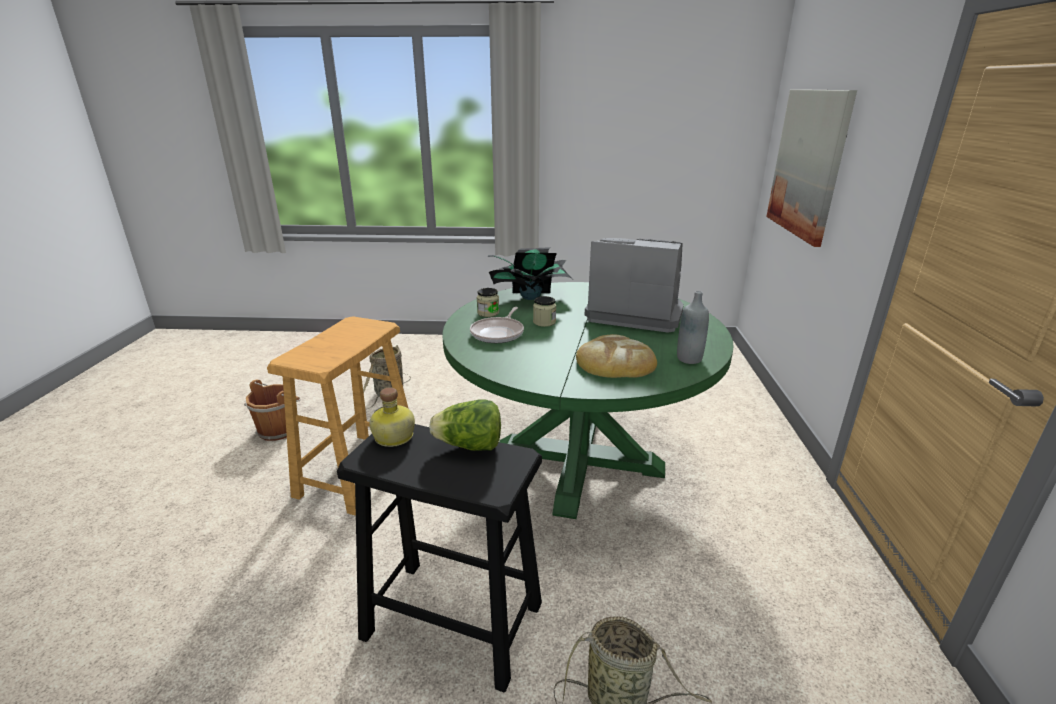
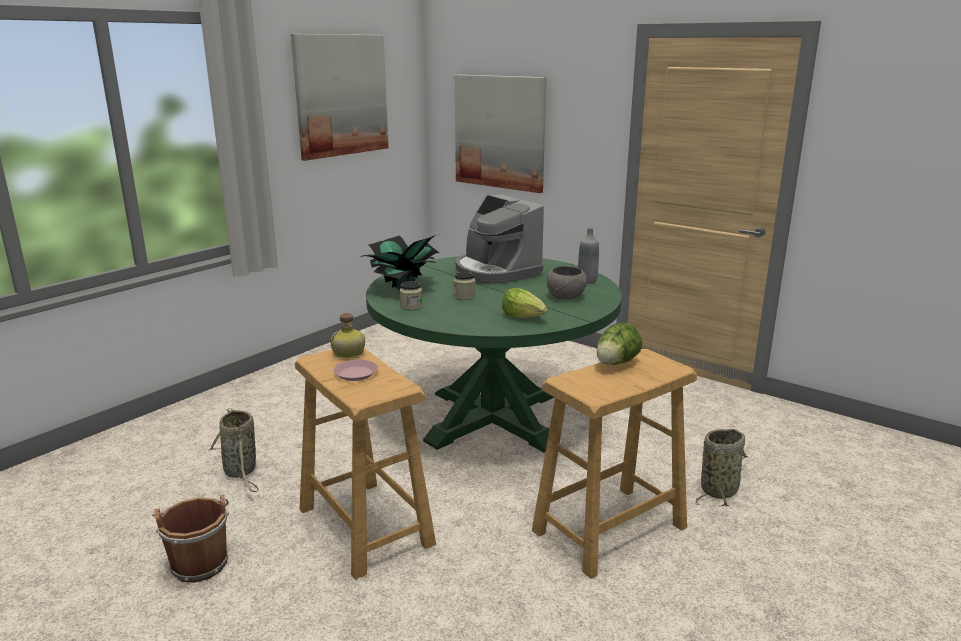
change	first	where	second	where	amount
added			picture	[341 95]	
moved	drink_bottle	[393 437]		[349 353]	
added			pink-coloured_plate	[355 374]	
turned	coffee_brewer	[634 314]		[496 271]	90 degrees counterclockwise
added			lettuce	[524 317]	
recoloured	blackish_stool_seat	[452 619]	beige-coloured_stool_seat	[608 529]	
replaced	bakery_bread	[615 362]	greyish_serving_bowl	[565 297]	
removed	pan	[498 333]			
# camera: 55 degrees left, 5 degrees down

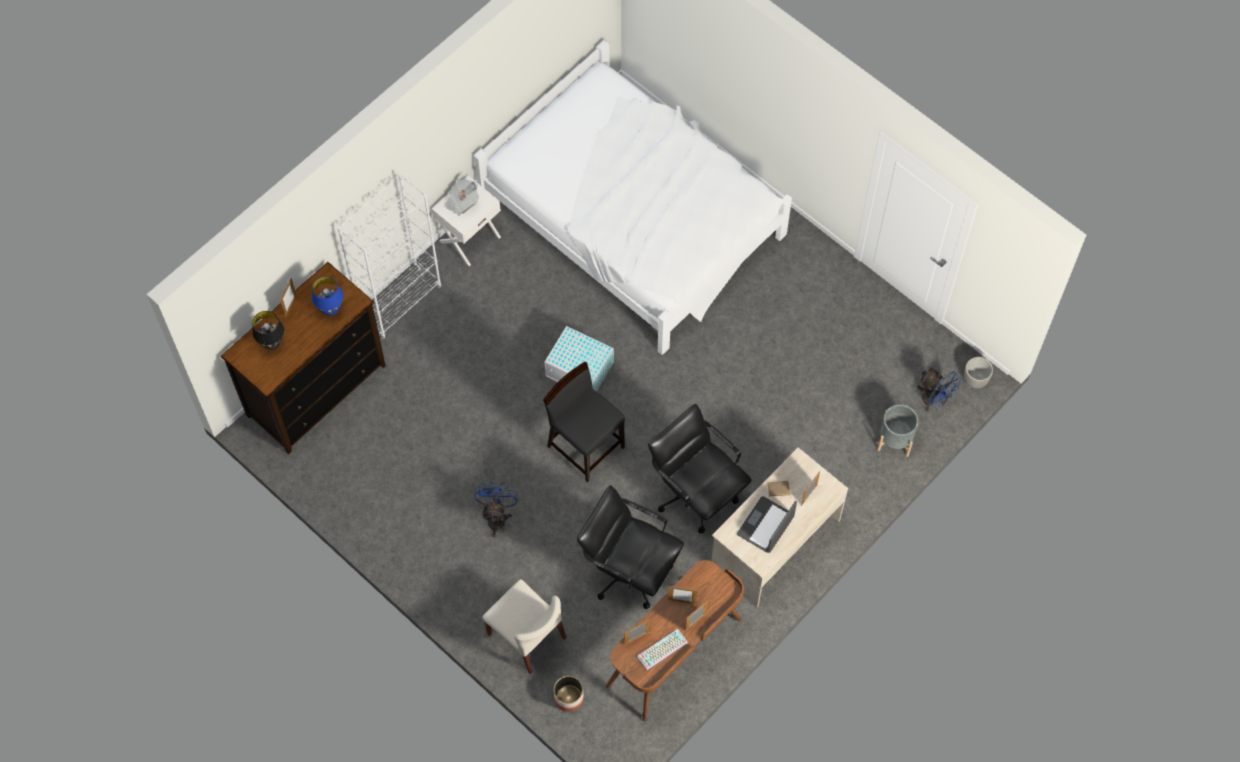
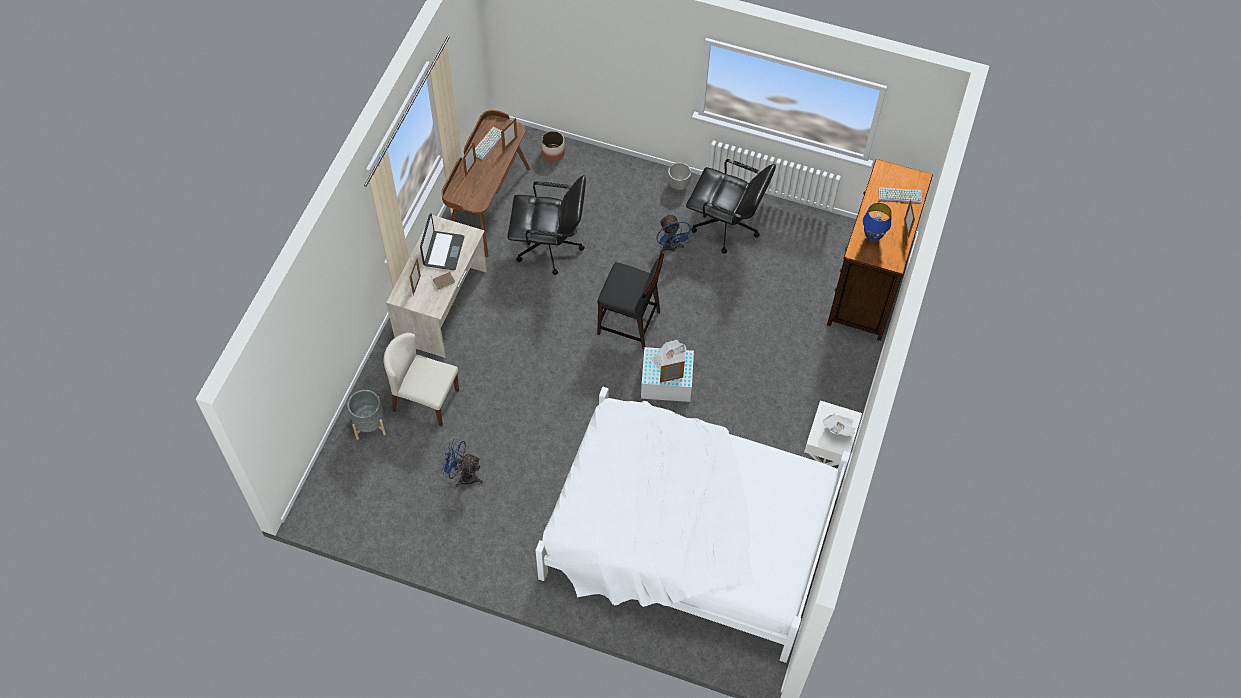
change	first	where	second	where	amount
moved	beige-coloured_plain_chair	[527 636]		[425 400]	
moved	blue_fan	[933 400]		[463 476]	
added			printed_paper	[668 360]	
moved	standing_frame	[682 601]		[671 380]	
moved	planter	[975 380]		[678 184]	
moved	blackish_computer_chair	[696 493]		[726 226]	
replaced	blackish_lamp_for_a_table	[272 344]	keyboard	[899 196]	
removed	white-coloured_shelving_unit	[400 302]			
# camera: 155 degrees right, 5 degrees down

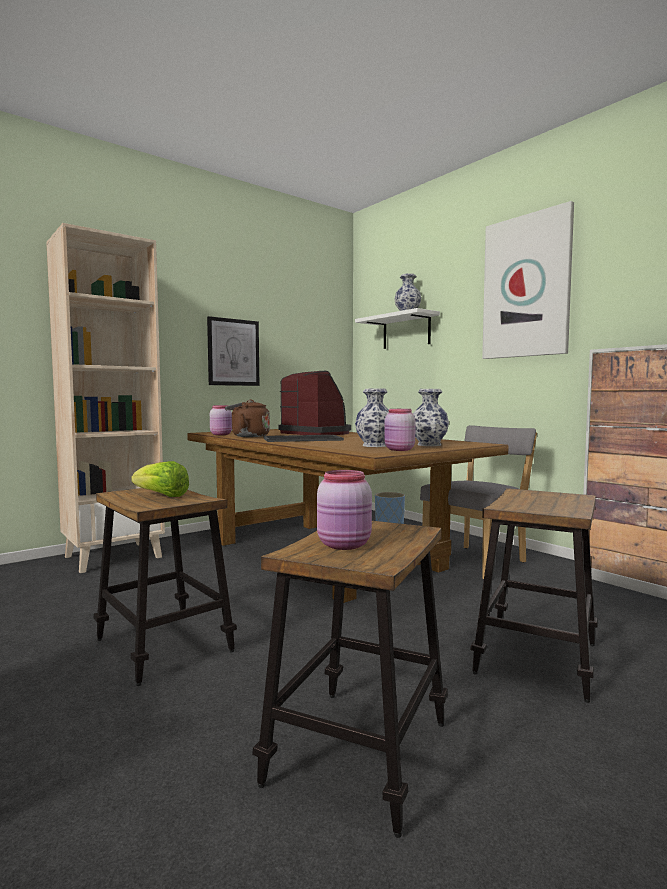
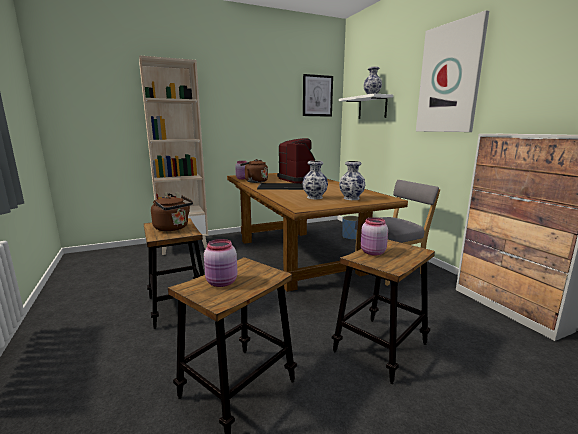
change	first	where	second	where	amount
replaced	lettuce	[162 496]	brown_kettle	[173 228]	
moved	picture	[233 352]		[317 96]	
moved	pink-coloured_preserve_jar	[399 450]		[372 252]	
# camera: 15 degrees right, 10 degrees up

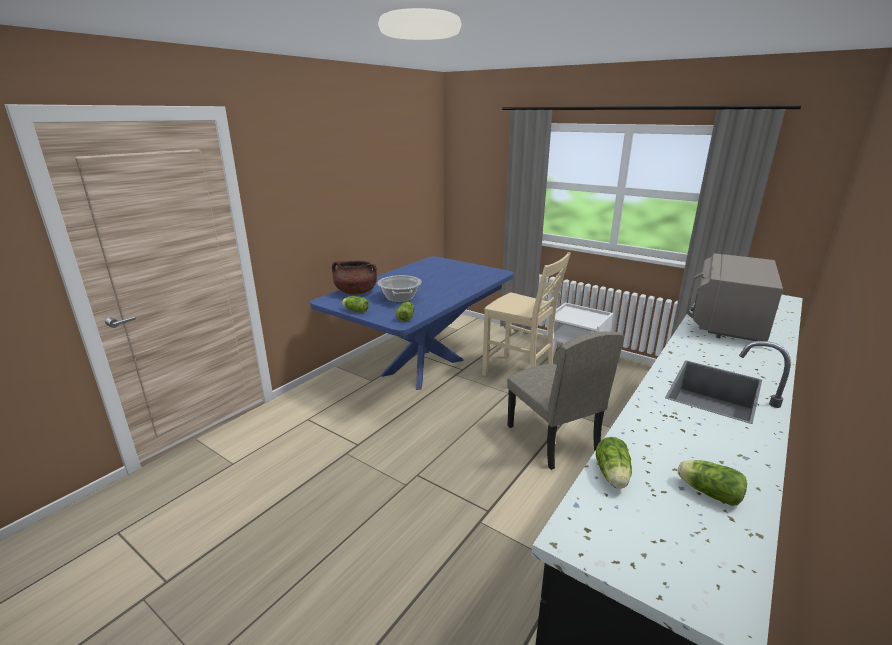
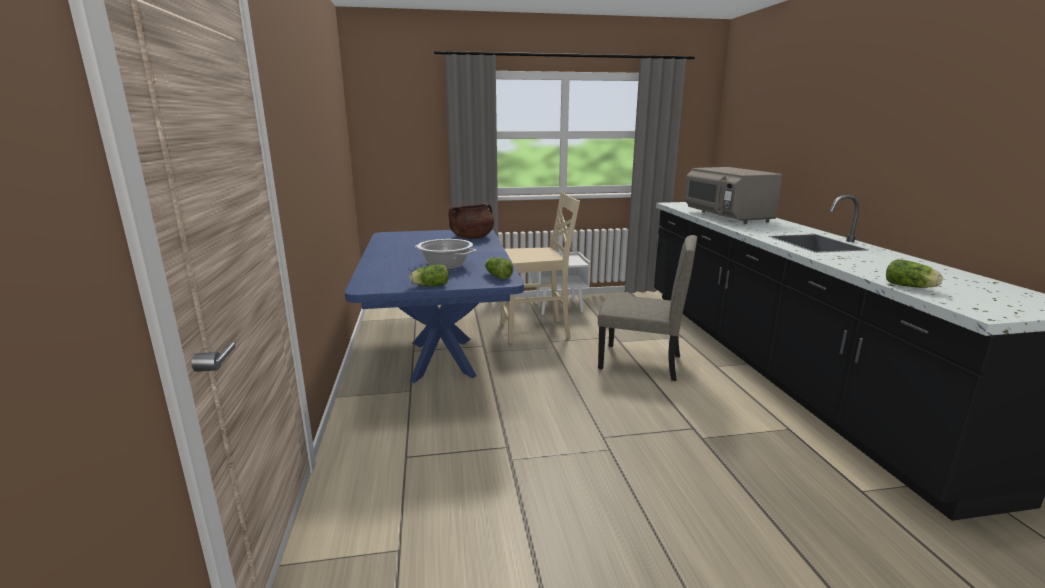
change	first	where	second	where	amount
moved	brown_stockpot	[356 292]		[472 237]	
removed	lettuce	[707 492]			
# camera: 45 degrees left, 5 degrees down

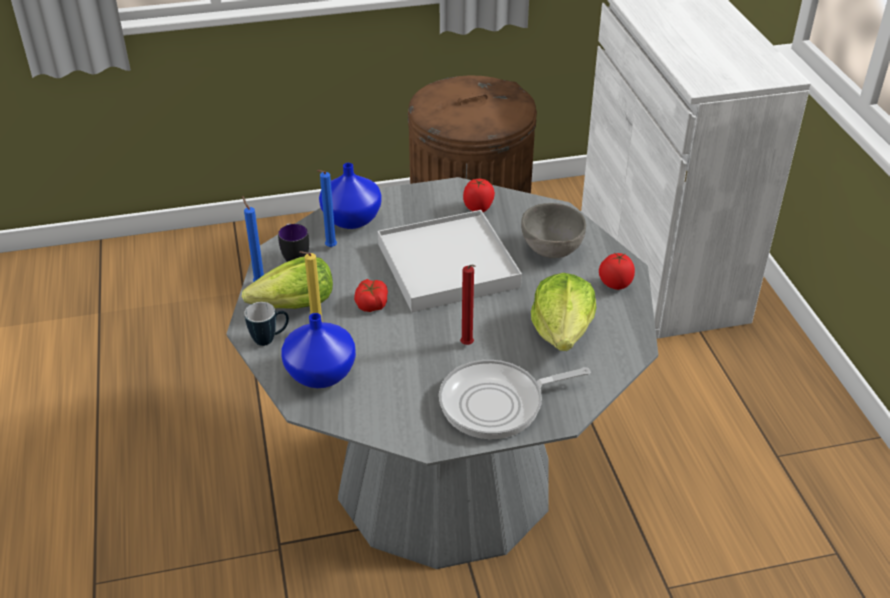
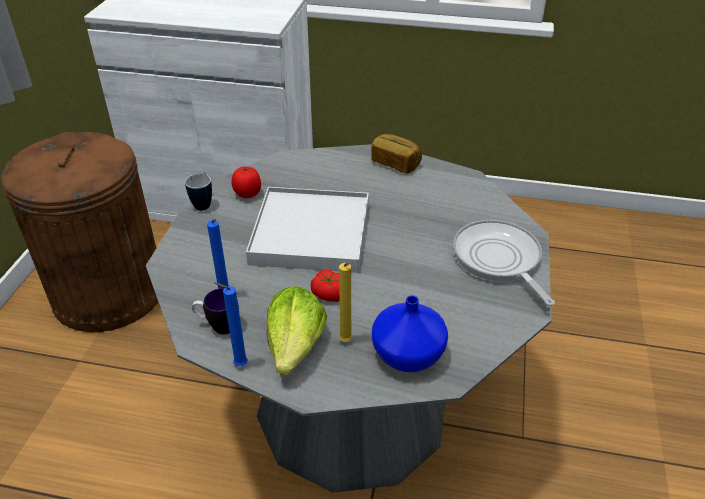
change	first	where	second	where	amount
moved	coffee_mug	[270 339]		[203 203]	
replaced	whole_tomato	[614 285]	bakery_bread	[396 163]	
turned	pan	[497 404]		[498 260]	150 degrees clockwise
removed	blue_vase	[350 219]			
removed	red_wax_candle	[468 346]			
removed	greyish_serving_bowl	[550 250]			
removed	lettuce	[562 331]			
# camera: 65 degrees left, 0 degrees up

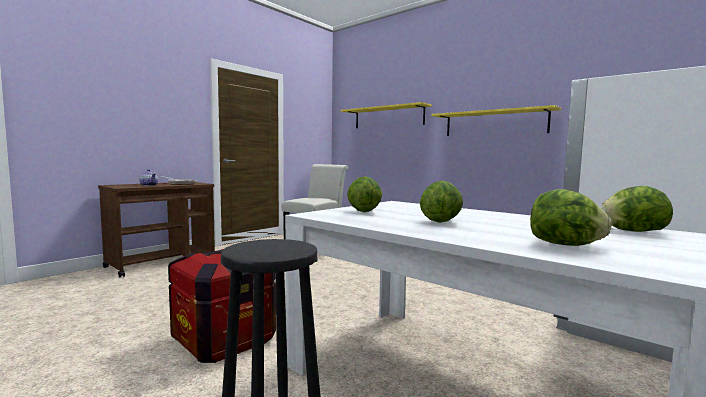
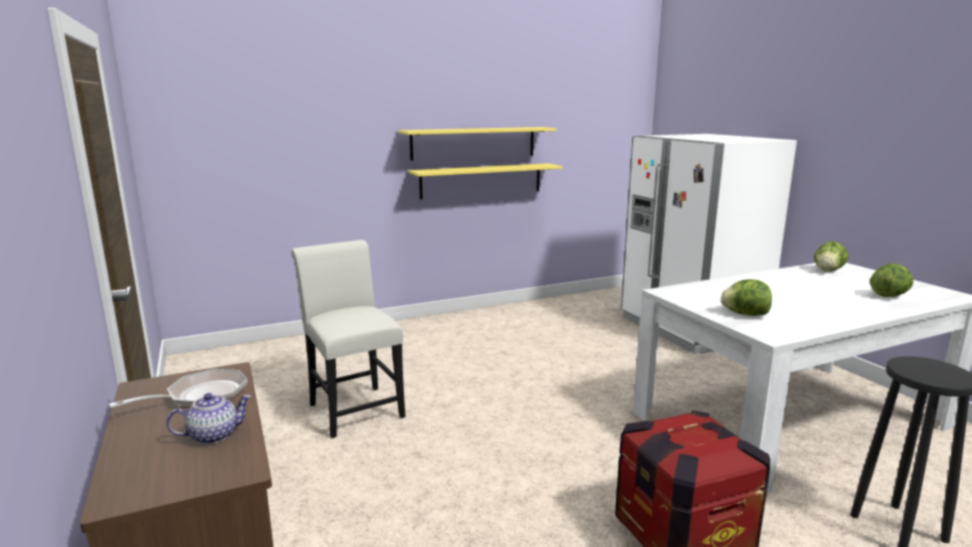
change	first	where	second	where	amount
moved	yellow_shelf	[388 117]		[481 180]	
removed	lettuce	[440 222]			
# camera: 65 degrees left, 10 degrees up

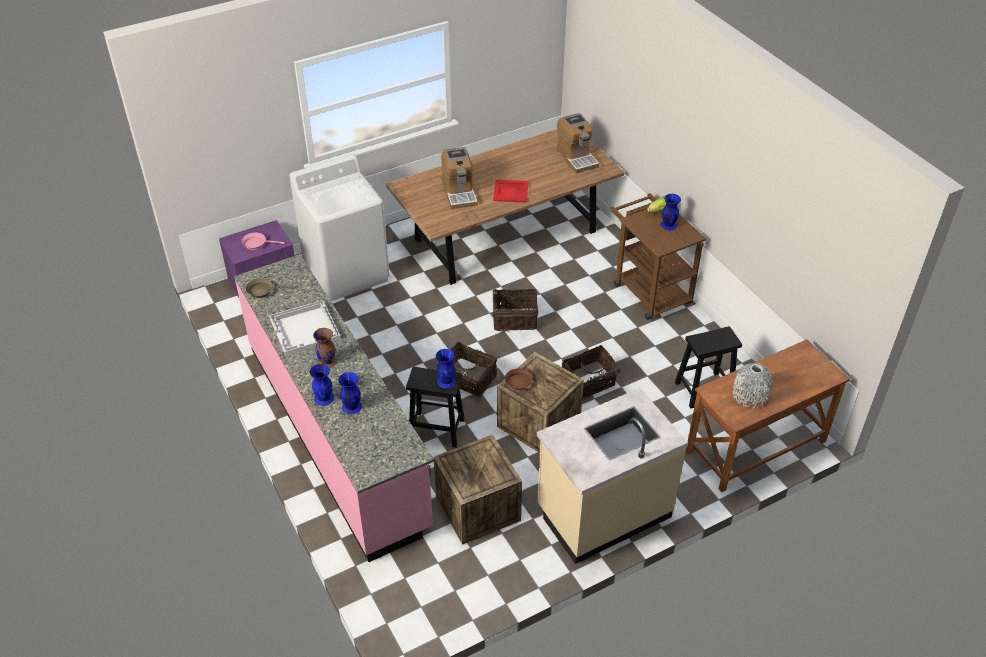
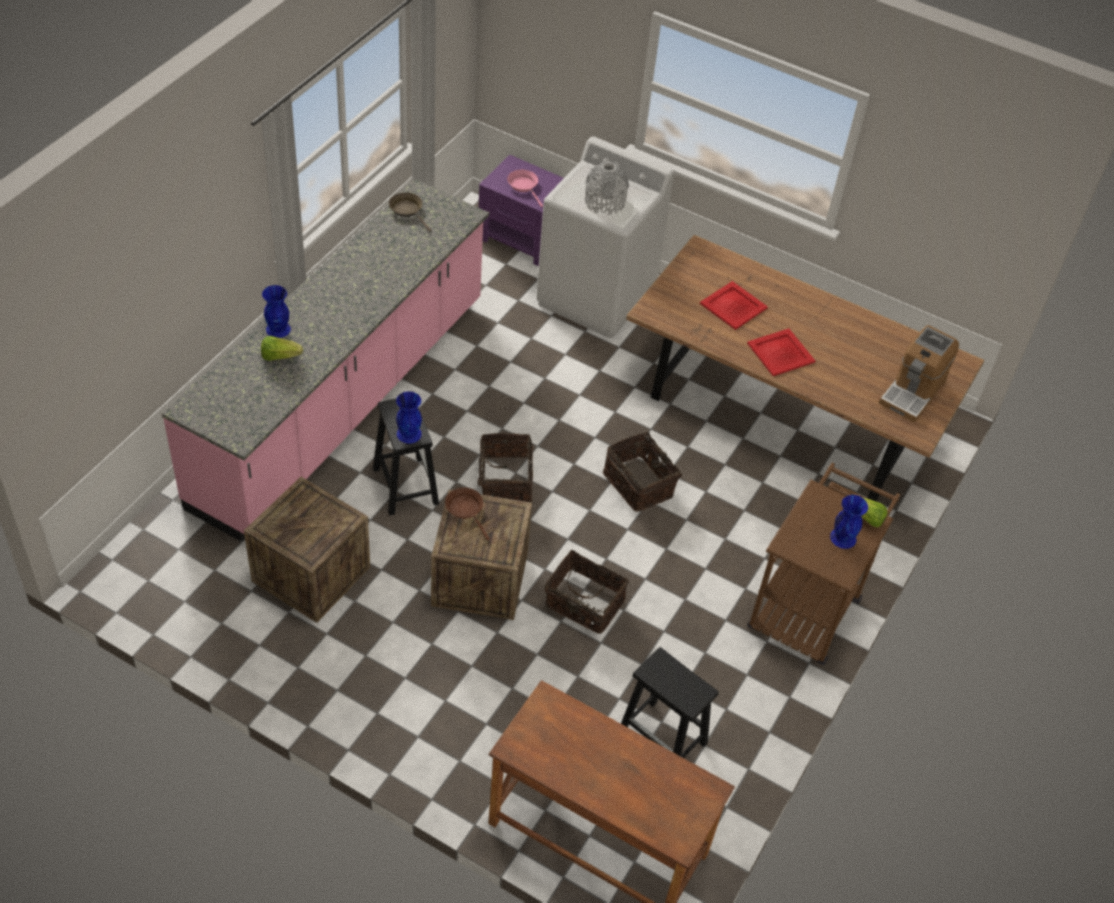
change	first	where	second	where	amount
replaced	blue_vase	[351 406]	lettuce	[279 356]	
turned	brown_pan	[520 384]		[466 510]	60 degrees counterclockwise
moved	greyish_vase	[750 395]		[604 202]	
replaced	coffee_brewer	[459 193]	red_serving_tray	[734 306]	
removed	white-coloured_serving_tray	[305 329]			
removed	brown_vase	[327 361]			
removed	beige-coloured_counter	[603 512]			
# camera: 55 degrees right, 5 degrees up

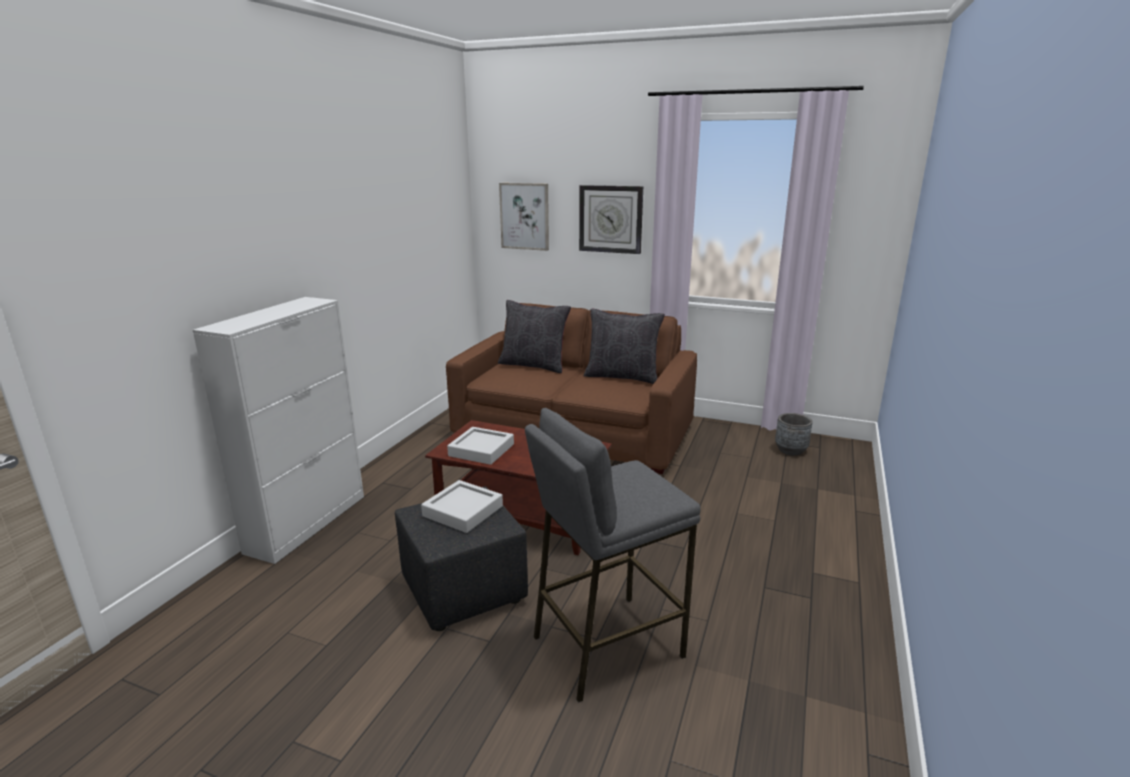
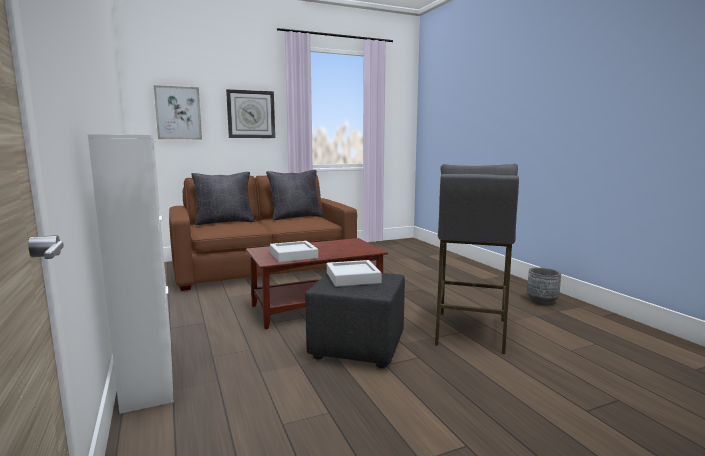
change	first	where	second	where	amount
moved	greyish_planter	[790 450]		[542 301]	
# camera: 45 degrees left, 10 degrees down

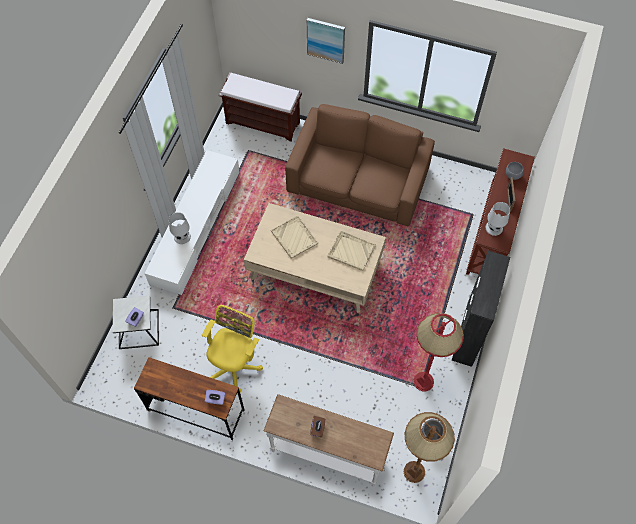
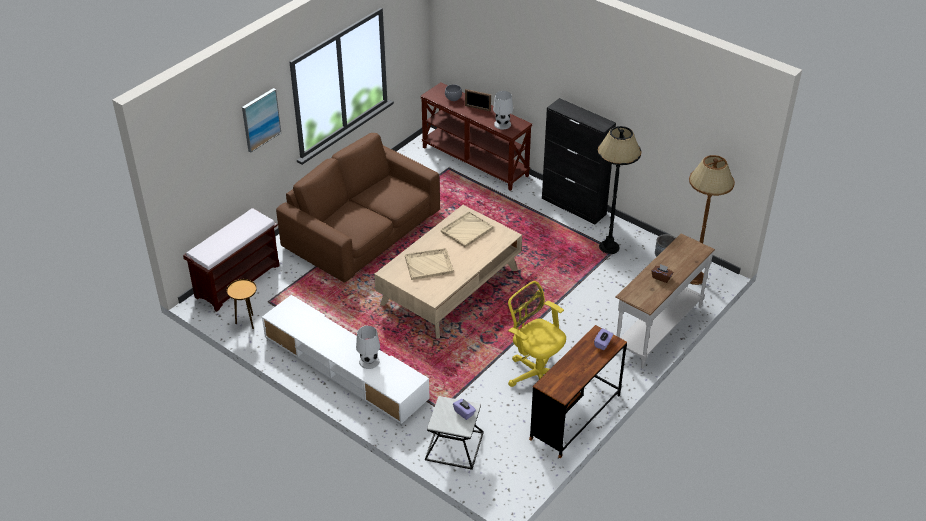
change	first	where	second	where	amount
added			brown_side_table	[247 322]	
recoloured	red_standard_lamp	[423 381]	blackish_standard_lamp	[608 247]	
# camera: 70 degrees left, 20 degrees down

